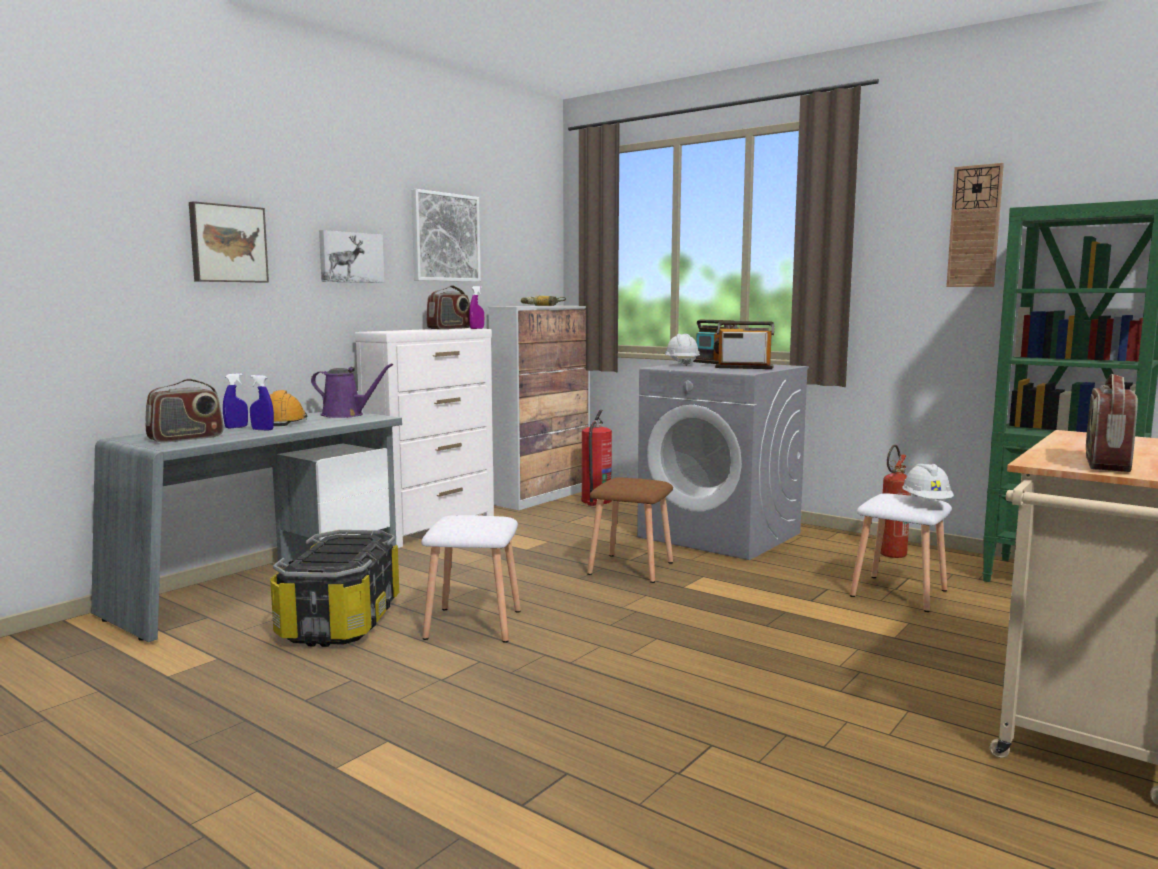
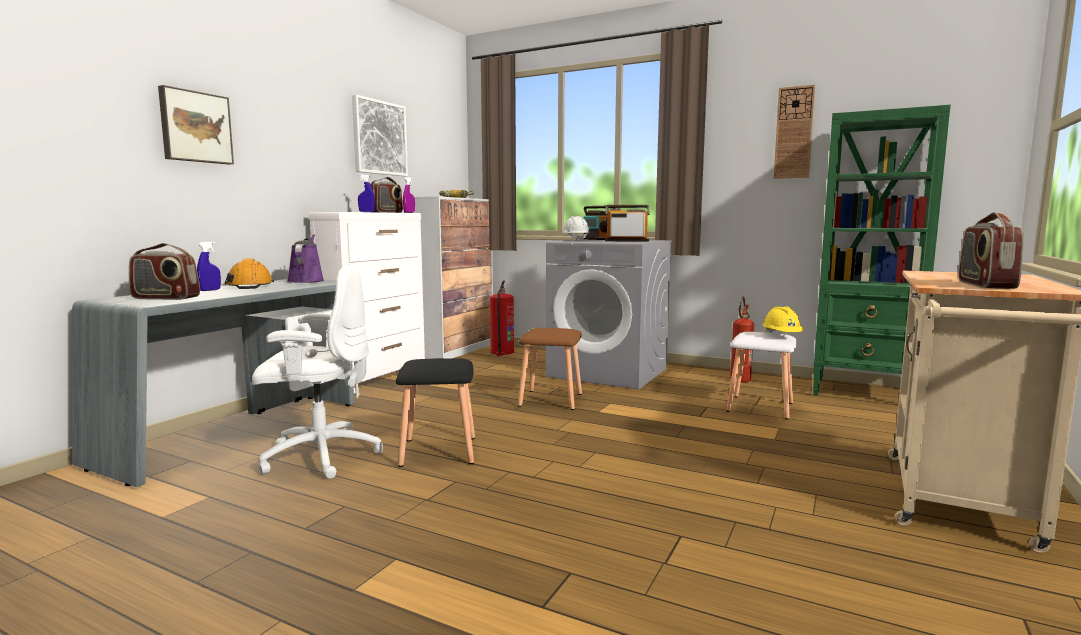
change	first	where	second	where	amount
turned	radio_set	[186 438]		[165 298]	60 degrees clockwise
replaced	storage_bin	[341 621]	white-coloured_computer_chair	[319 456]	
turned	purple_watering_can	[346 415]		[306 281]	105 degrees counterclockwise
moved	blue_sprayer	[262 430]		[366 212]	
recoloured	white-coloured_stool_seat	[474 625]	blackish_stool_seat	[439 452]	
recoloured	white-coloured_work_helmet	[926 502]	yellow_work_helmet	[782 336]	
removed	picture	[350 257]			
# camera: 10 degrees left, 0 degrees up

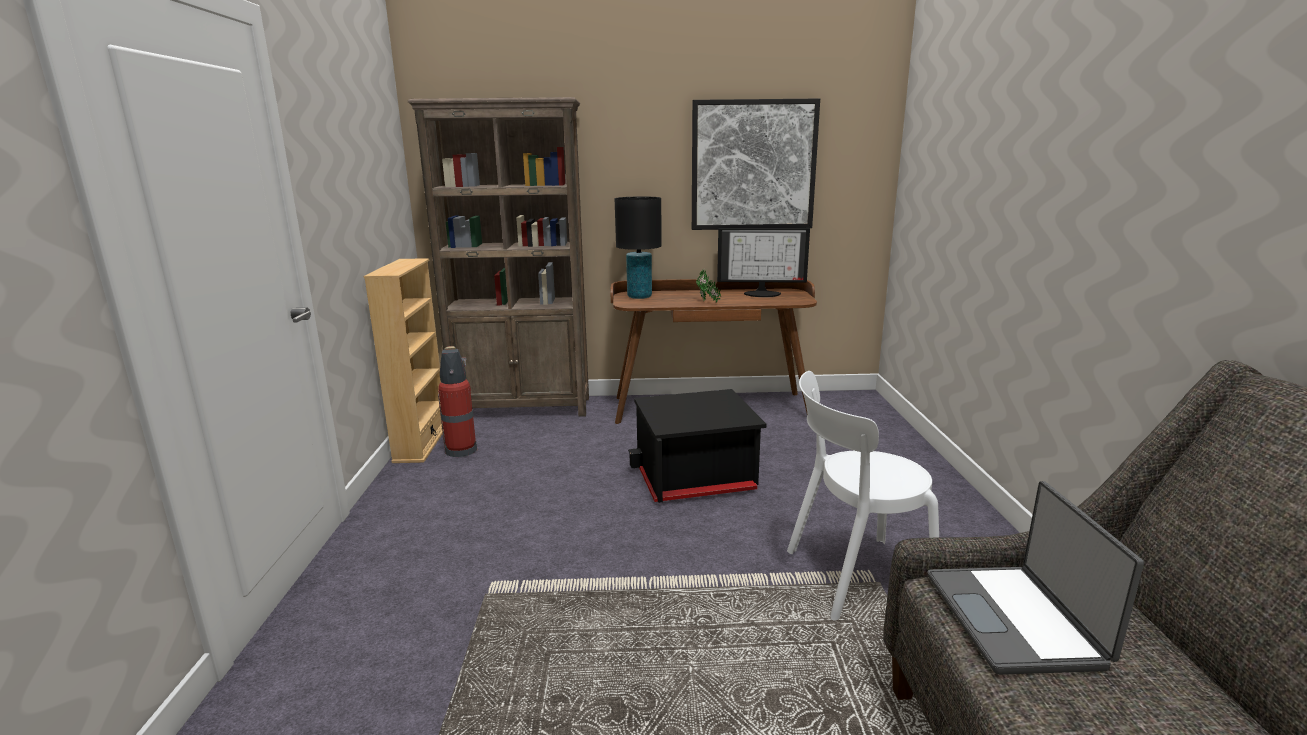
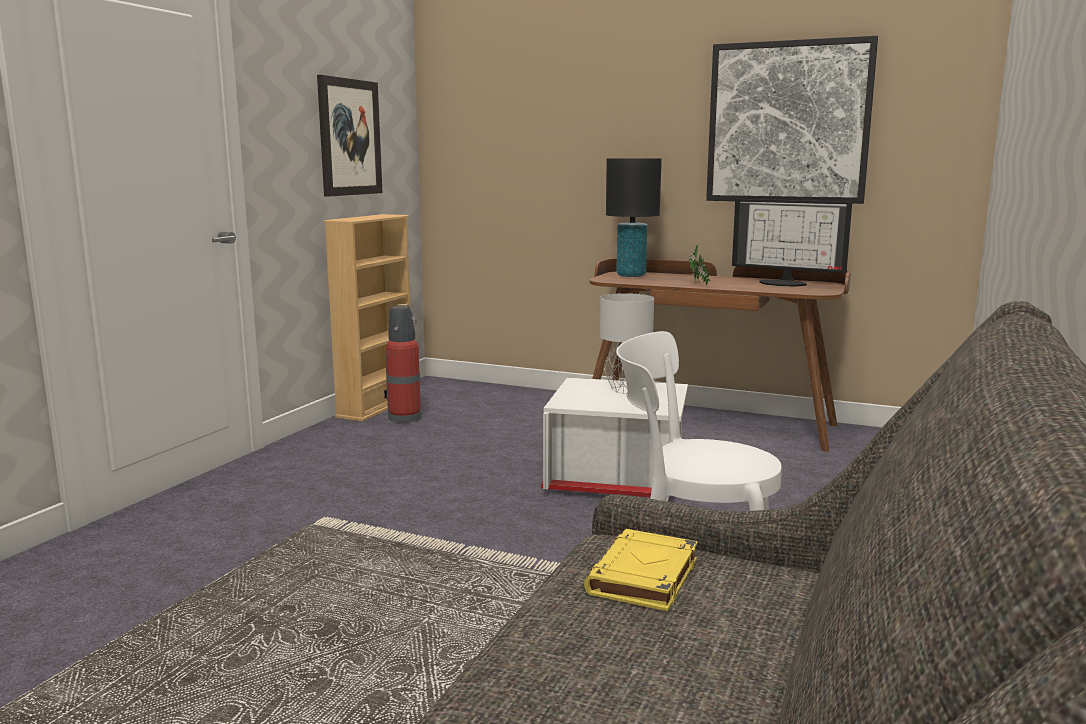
change	first	where	second	where	amount
added			picture	[349 137]	
recoloured	blackish_storage_bin	[696 476]	white-coloured_storage_bin	[616 477]	
replaced	portable_computer	[1015 619]	yellow_bound_book	[643 577]	
added			greyish_lamp_for_a_table	[626 389]	
removed	brown_shelving_unit	[523 408]			
# camera: 25 degrees right, 5 degrees down

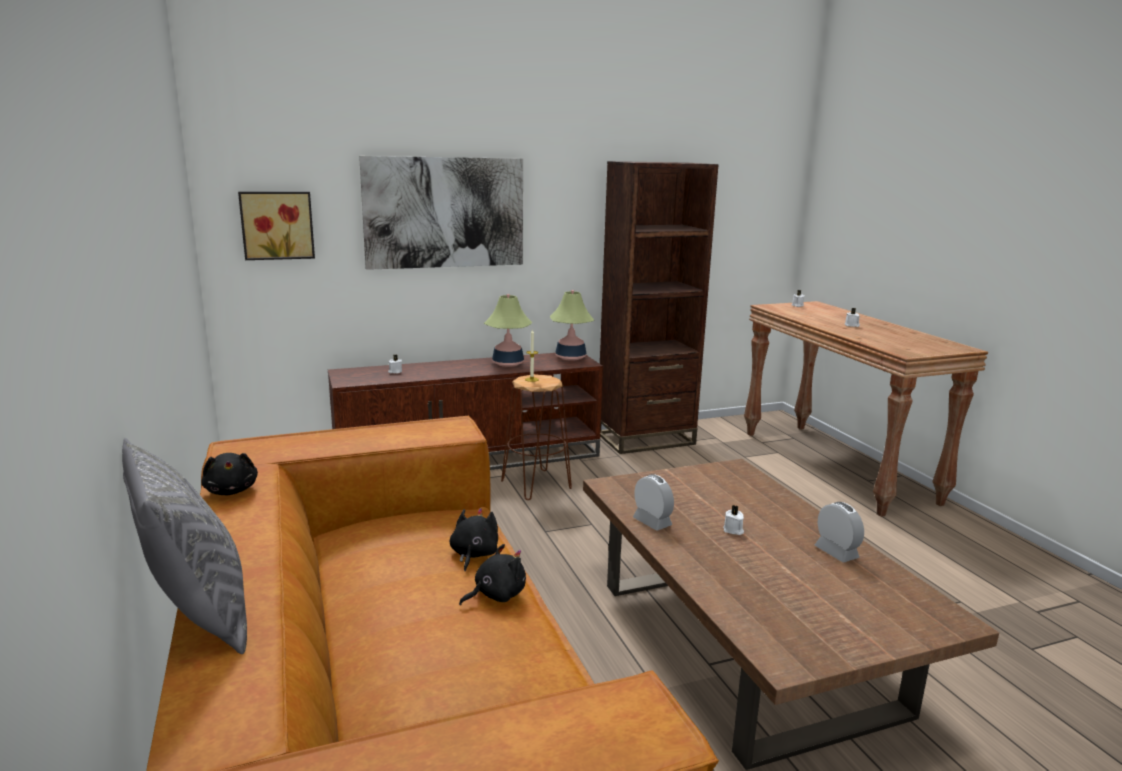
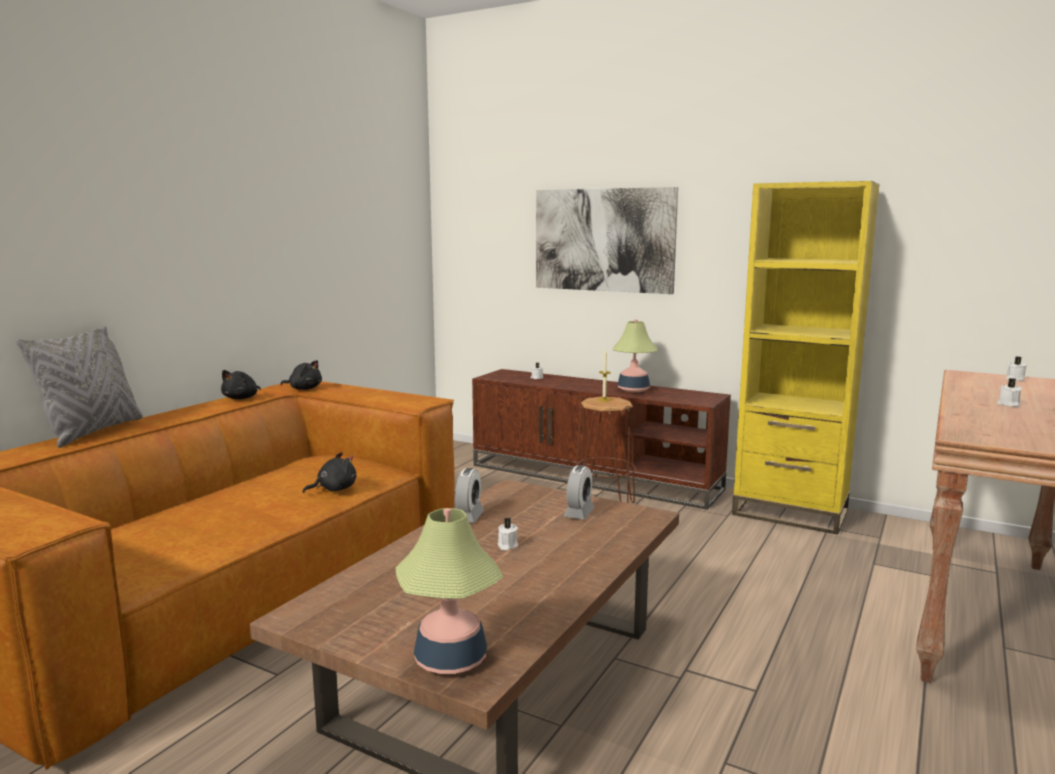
change	first	where	second	where	amount
moved	blackish_plush_toy	[496 595]		[304 389]	
moved	lamp_for_a_table	[570 357]		[451 659]	
moved	alarm_clock	[836 552]		[579 513]	
recoloured	brown_shelving_unit	[645 439]	yellow_shelving_unit	[790 512]	
removed	picture	[277 225]			
# camera: 50 degrees right, 5 degrees down

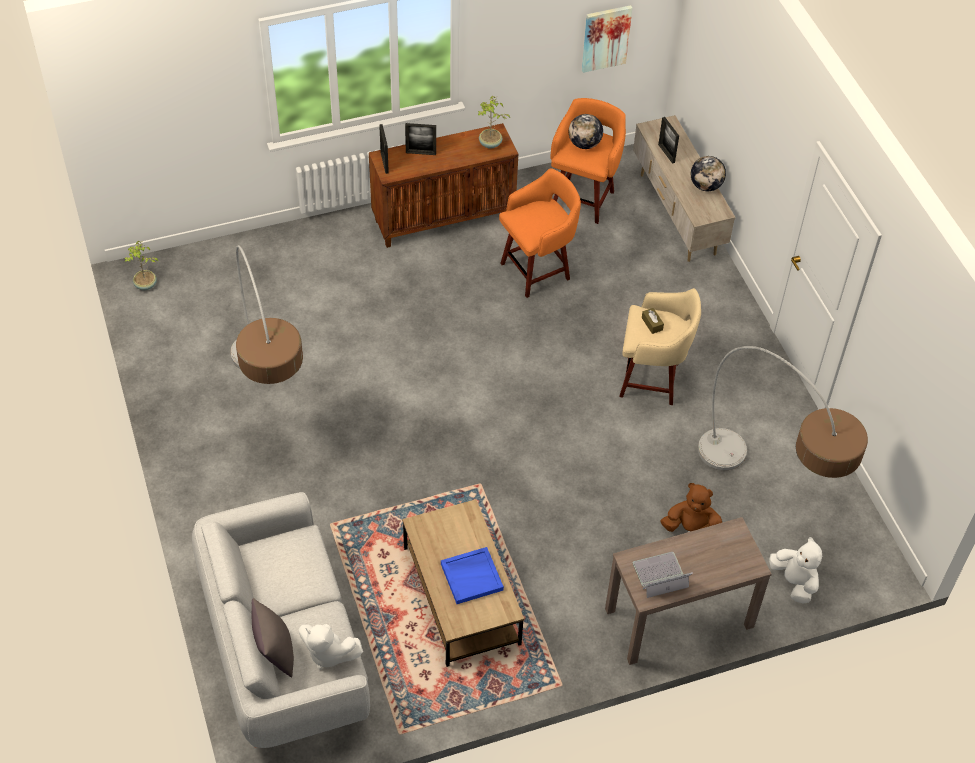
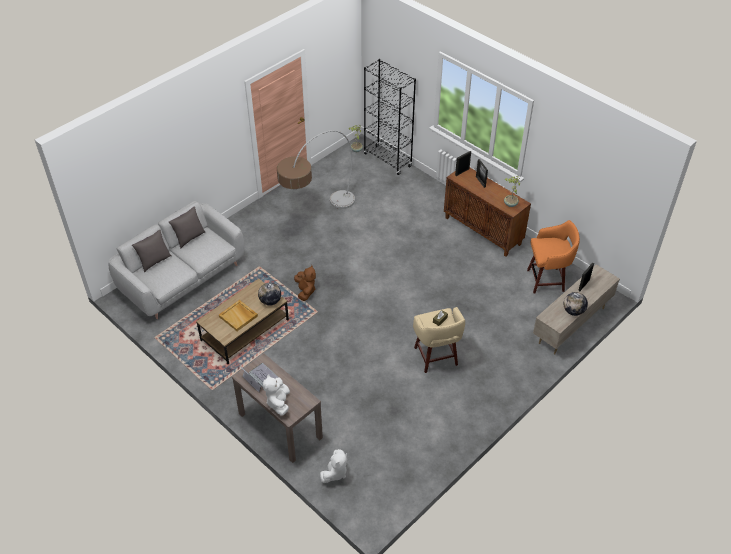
change	first	where	second	where	amount
added			greyish_pillow	[189 238]	
recoloured	blue_serving_tray	[472 576]	beige-coloured_serving_tray	[238 316]	
moved	desk_globe	[584 144]		[270 301]	
moved	white-coloured_plush_toy	[328 653]		[278 402]	
moved	brown_plush_toy	[691 528]		[305 291]	
added			blackish_shelving_unit	[387 160]	
removed	orange-coloured_stool_seat	[537 270]			
removed	picture	[605 38]			
removed	standard_lamp	[769 494]			
# camera: 65 degrees right, 5 degrees down

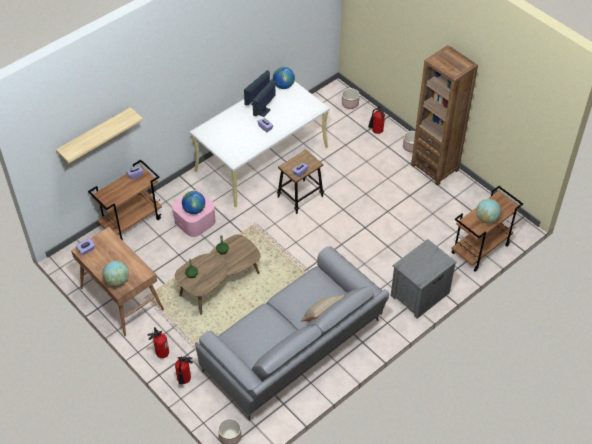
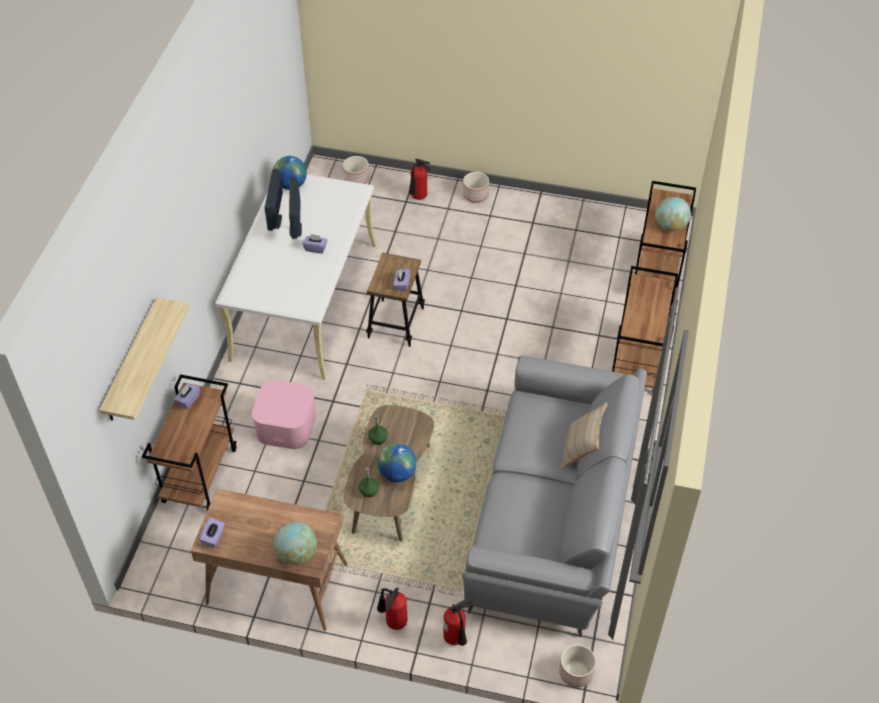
change	first	where	second	where	amount
moved	desk_globe	[194 210]		[397 473]	
replaced	greyish_nightstand	[419 294]	brown_trolley	[637 363]	
removed	brown_shelving_unit	[435 167]			
# camera: 35 degrees left, 0 degrees up

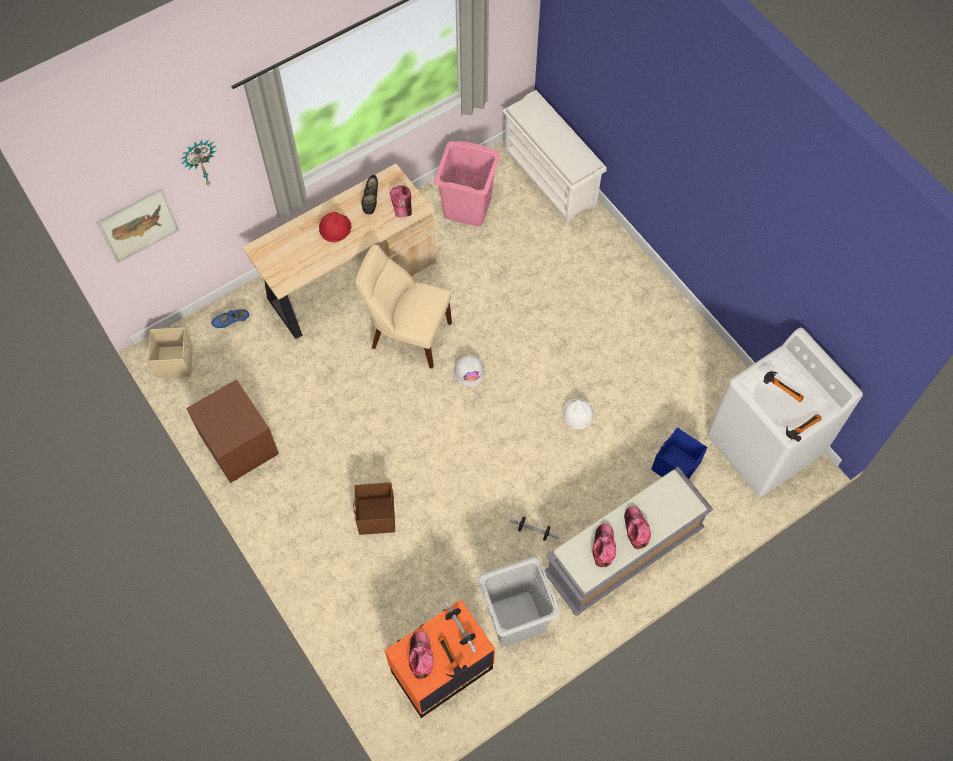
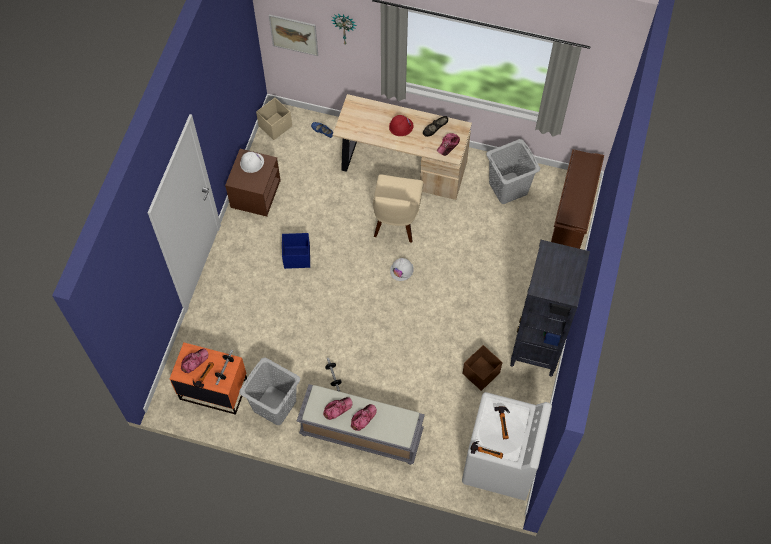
change	first	where	second	where	amount
moved	white-coloured_work_helmet	[577 413]		[252 162]	
moved	blue_storage_bin	[675 466]		[296 257]	
turned	beige-coloured_plain_chair	[407 334]		[396 221]	150 degrees counterclockwise
moved	brown_storage_bin	[376 516]		[480 373]	
recoloured	pink-coloured_laundry_basket	[468 207]	greyish_laundry_basket	[508 188]	
added			blackish_shelving_unit	[536 347]	
recoloured	white-coloured_shoe_stand	[551 179]	brown_shoe_stand	[572 216]	
# camera: 50 degrees right, 0 degrees up

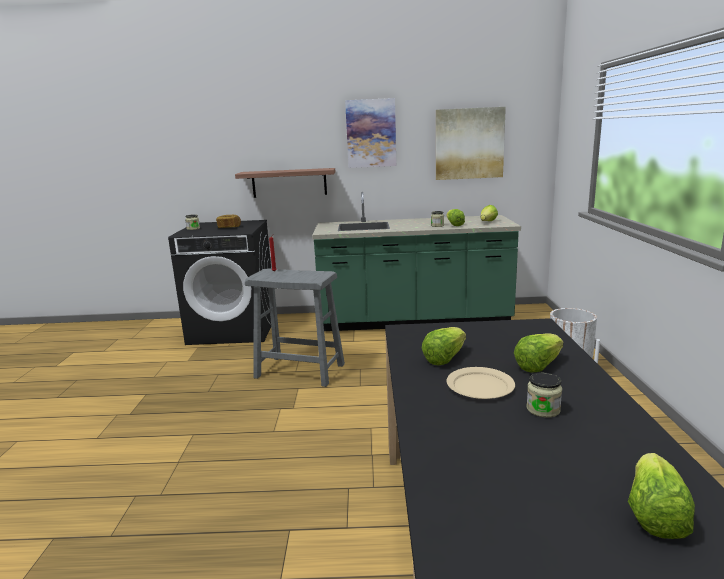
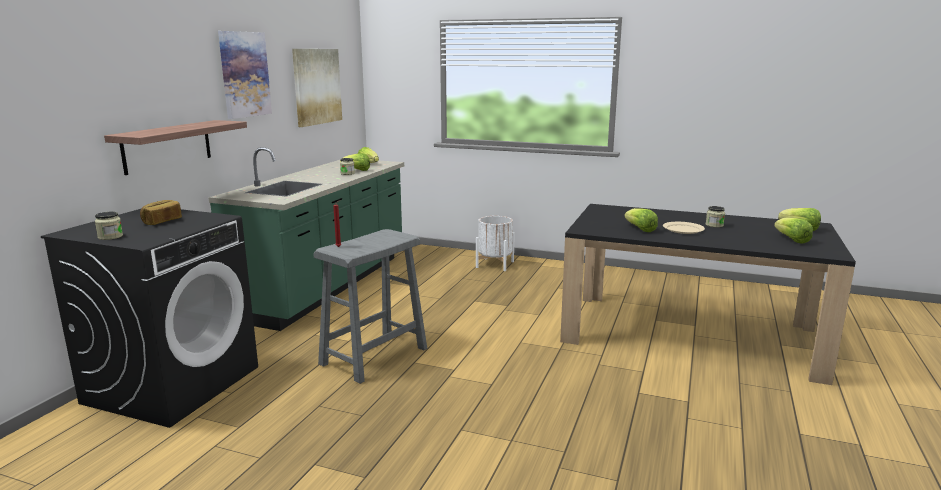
change	first	where	second	where	amount
moved	lettuce	[538 366]		[791 240]	
# camera: 70 degrees left, 0 degrees up

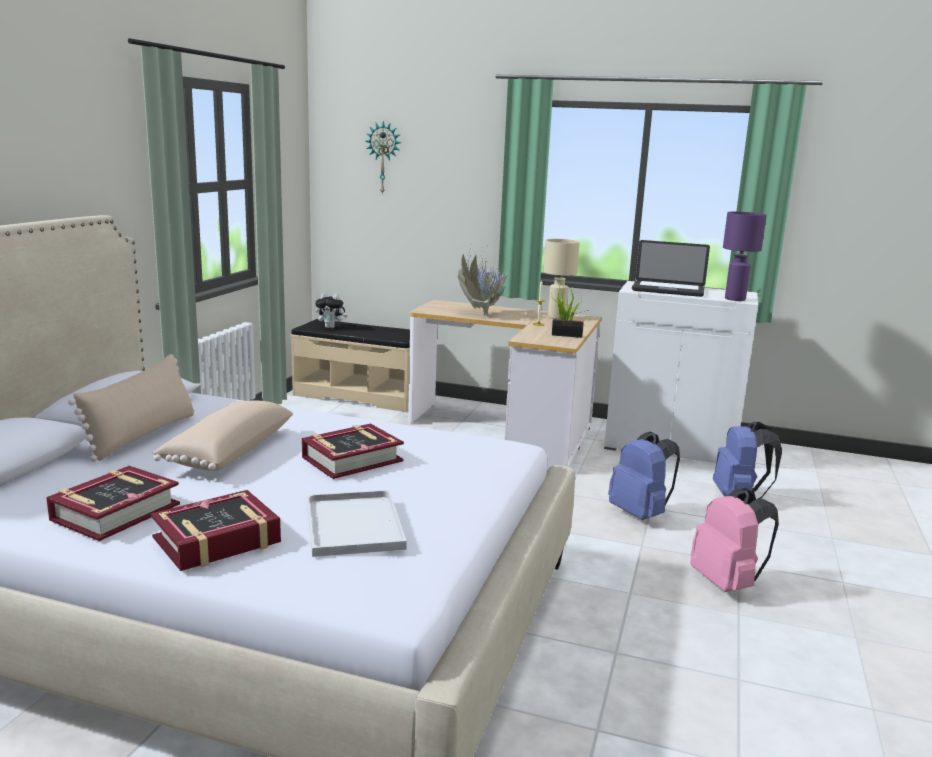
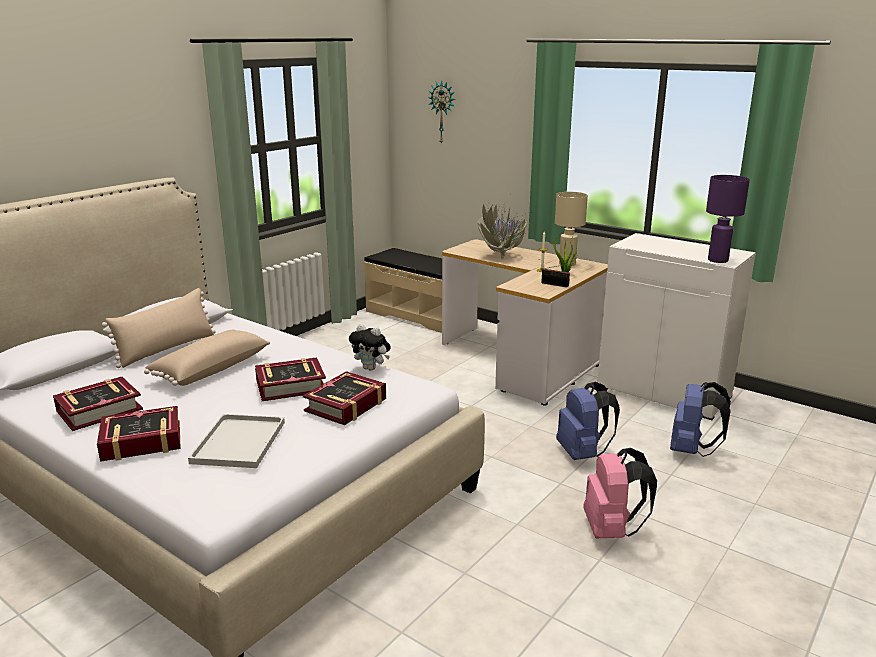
change	first	where	second	where	amount
added			bound_book	[346 405]	
moved	plush_toy	[331 327]		[371 368]	
removed	portable_computer	[668 290]			
# camera: 20 degrees right, 5 degrees up

